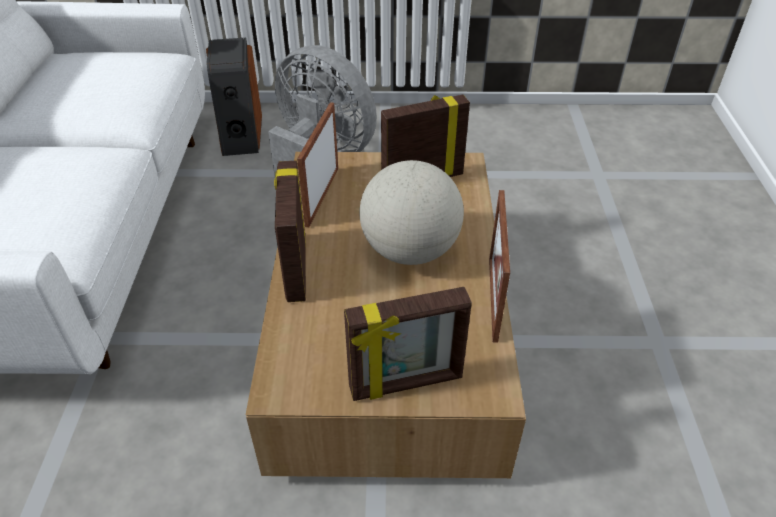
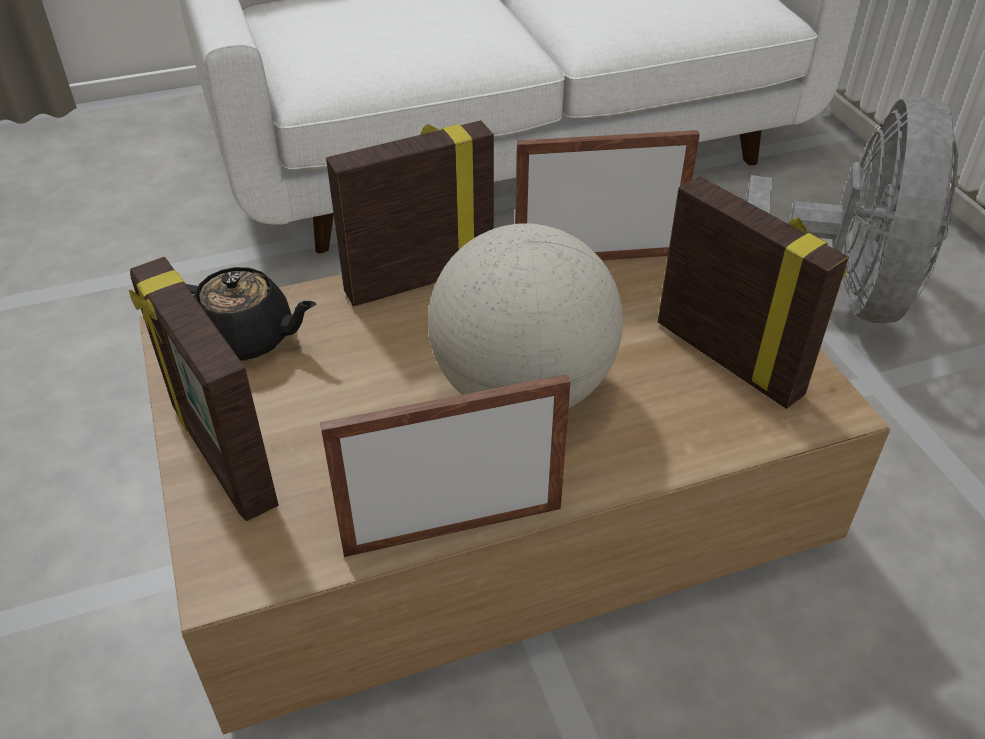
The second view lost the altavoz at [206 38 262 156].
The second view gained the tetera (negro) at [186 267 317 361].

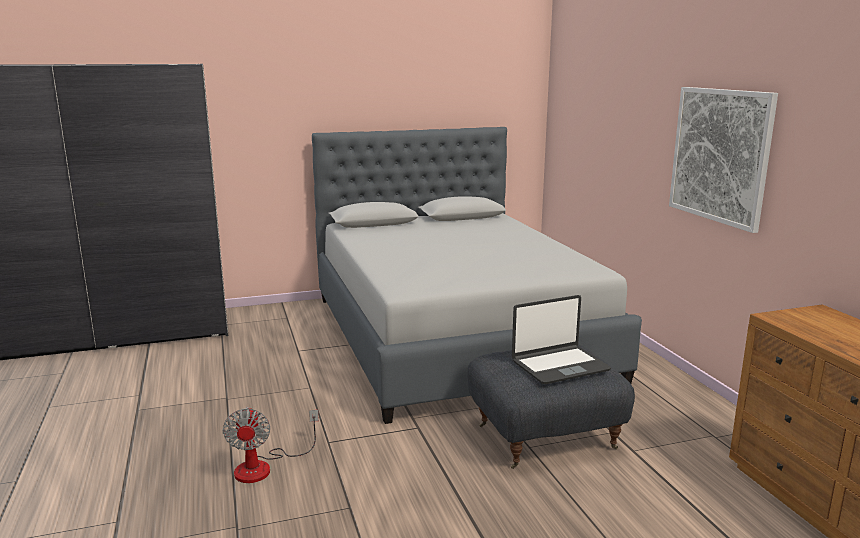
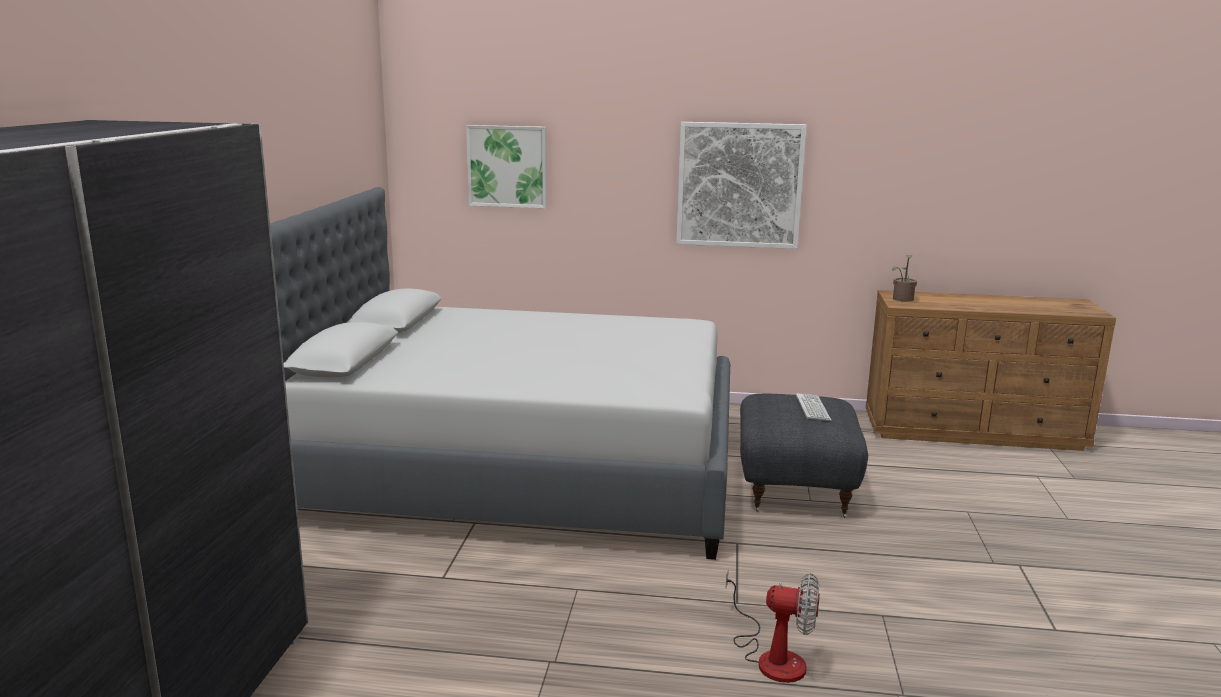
Where the portátil stood at [512 295 611 384], the teclado came to stand at [796 393 831 421].
The second view gained the cuadro at [466 125 547 208].
The second view gained the planta en maceta at [893 255 917 302].

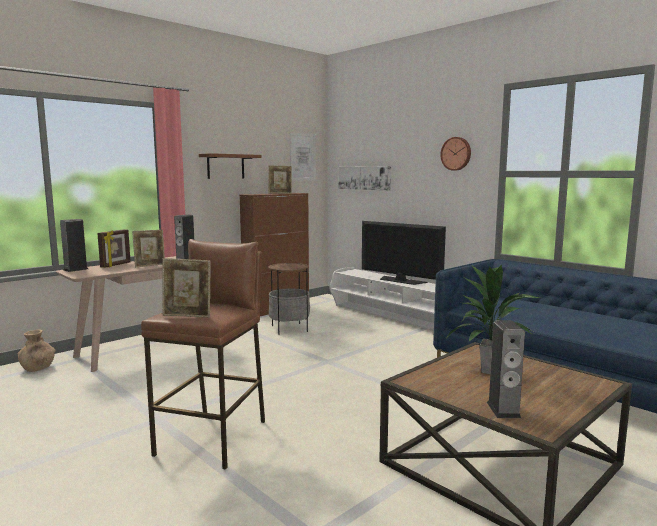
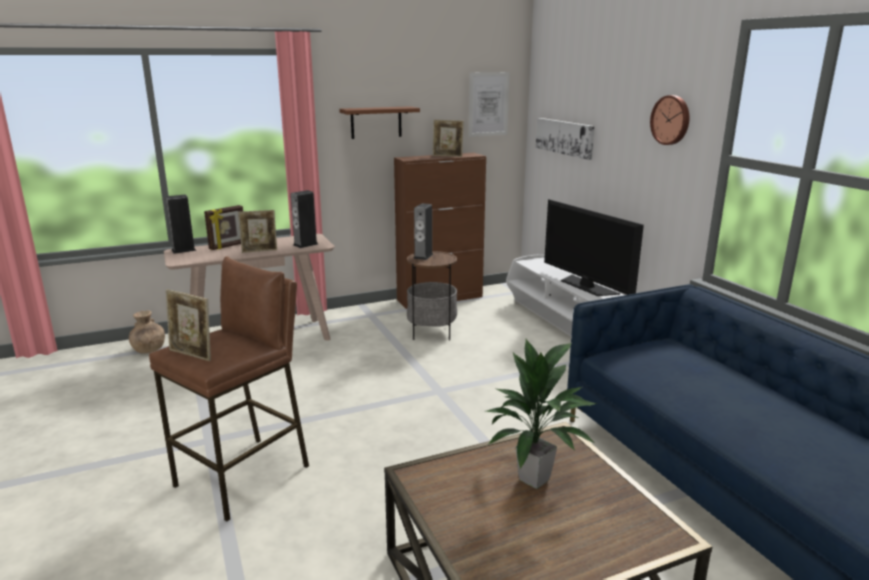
The altavoz ended up elsewhere, having gone from [487 320 525 418] to [413 203 433 260].

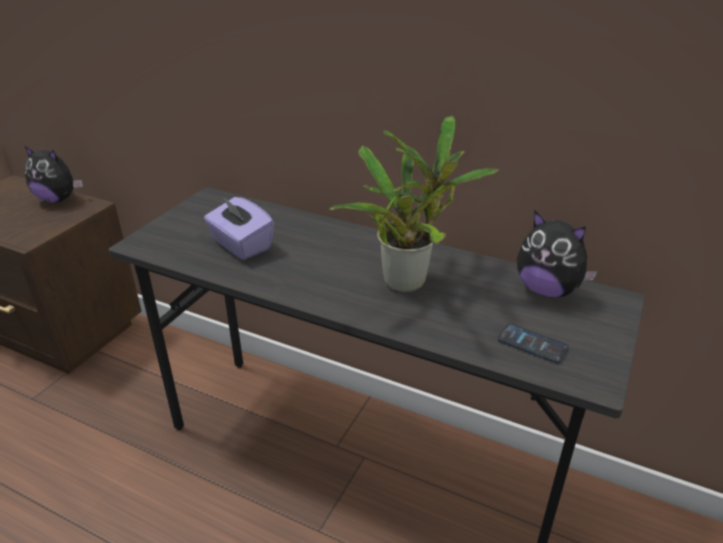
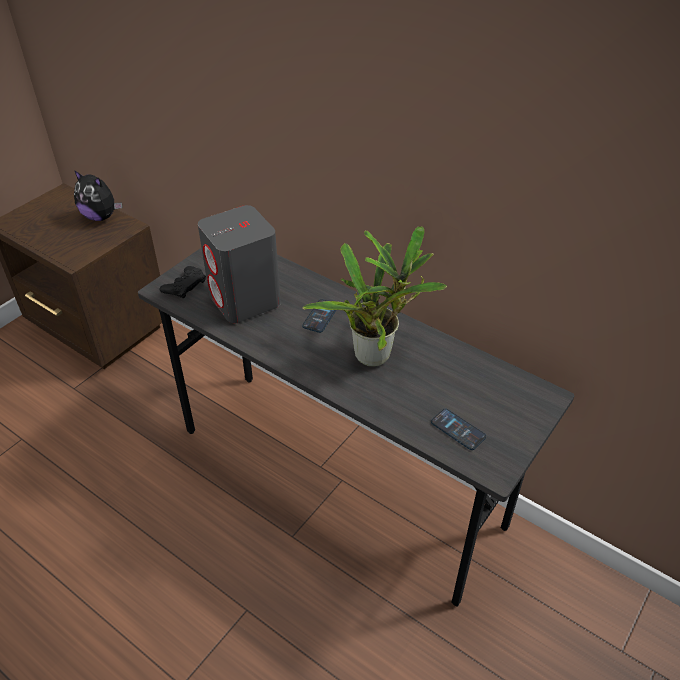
Where the caja de pañuelos (morado) stood at [204 196 274 260], the altavoz (gris) came to stand at [198 205 281 323].
The second view lost the peluche at [517 211 598 297].
The second view gained the mando de consola (negro) at [160 266 206 299].
The second view gained the móvil at [302 299 336 333].

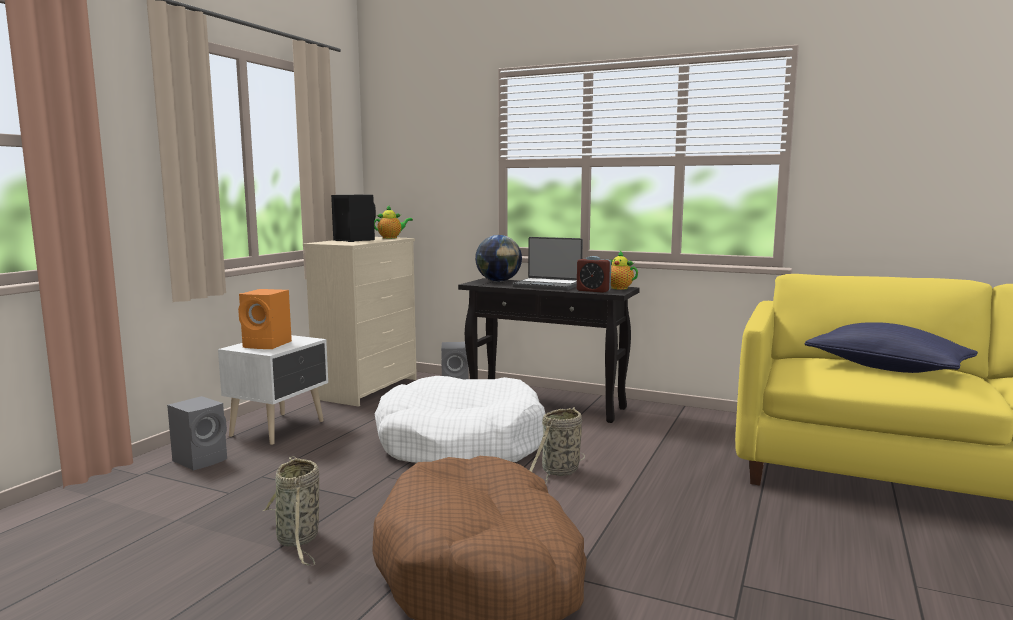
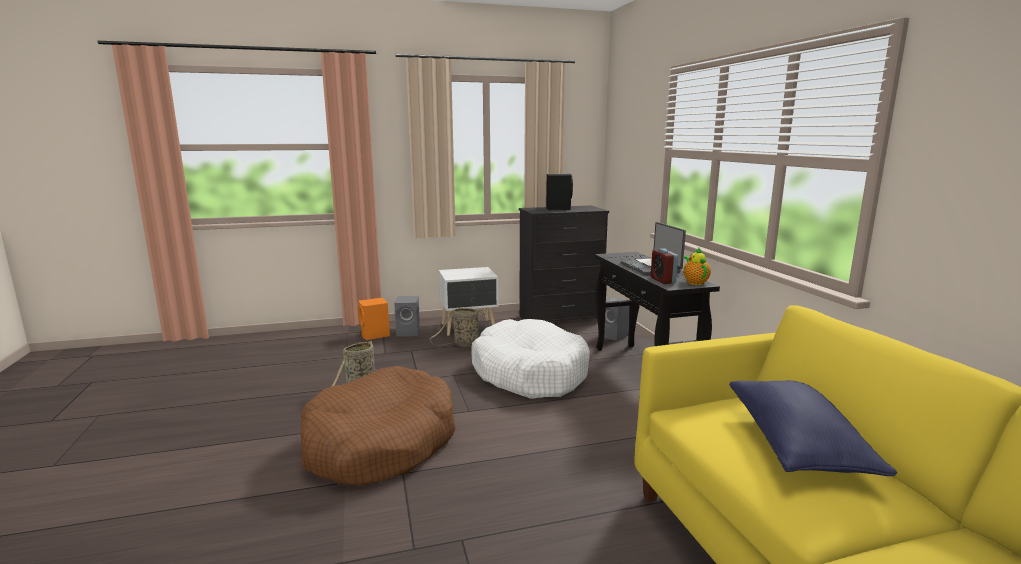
The altavoz (naranja) ended up elsewhere, having gone from [238 289 292 349] to [358 298 390 340].
What was the cómoda (beis) at [303 237 417 407] turned into the cómoda (negro) at [519 205 609 322].
The second view lost the tetera at [374 205 413 239].
The second view lost the globo terráqueo at [475 235 522 282].
The cesta ended up elsewhere, having gone from [529 407 585 484] to [429 308 487 347].

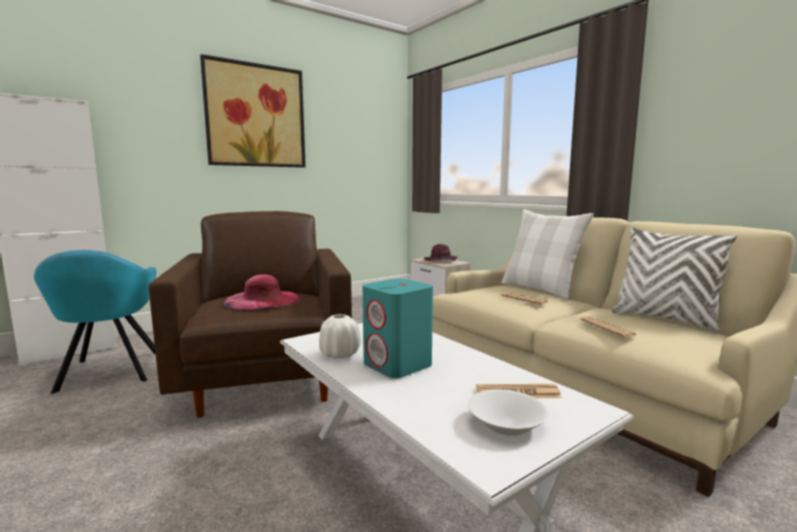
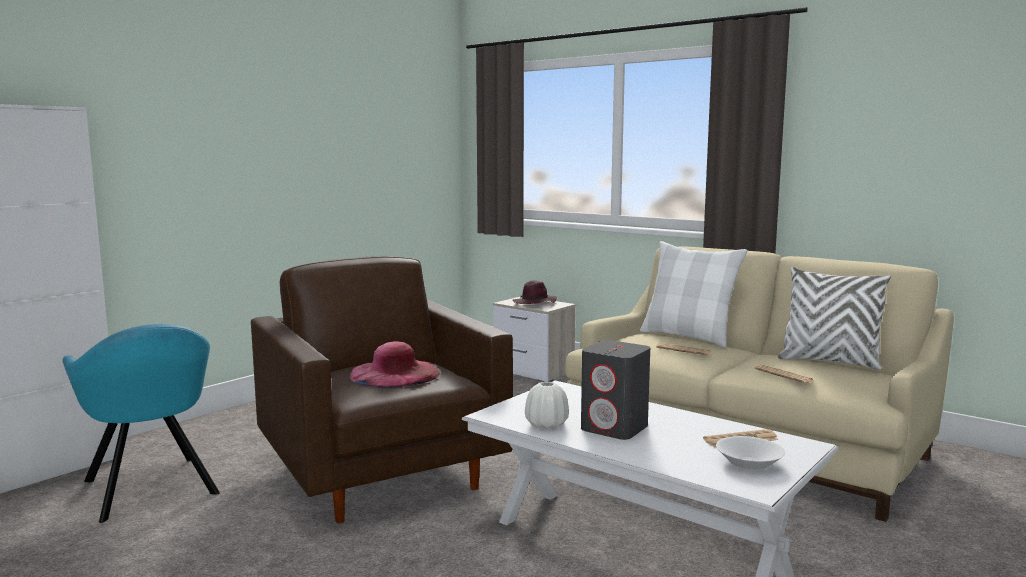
The second view lost the cuadro at [200 54 306 168].
What was the altavoz (turquesa) at [363 278 433 378] turned into the altavoz (gris) at [581 340 650 440].

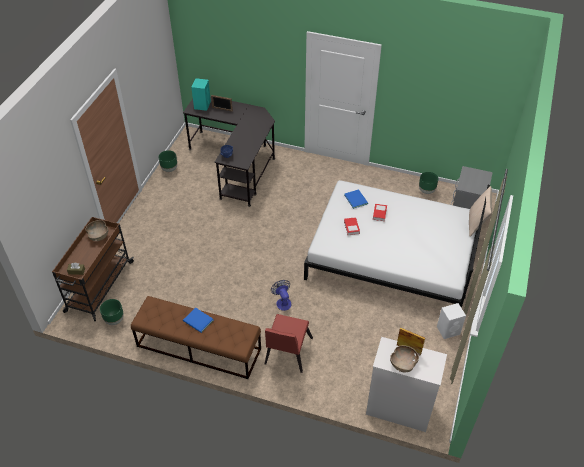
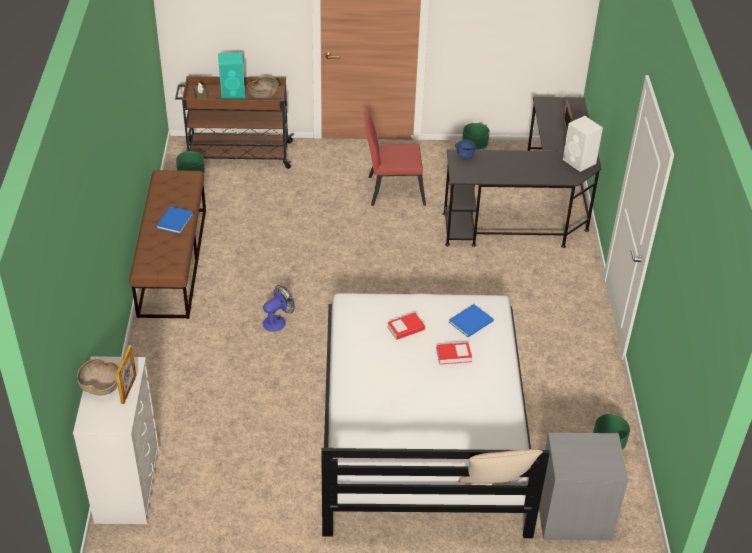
The altavoz (turquesa) ended up elsewhere, having gone from [191 78 211 111] to [218 52 245 100].
The silla (rojo) ended up elsewhere, having gone from [265 314 313 373] to [364 111 426 206].
The altavoz (blanco) ended up elsewhere, having gone from [437 303 466 339] to [563 116 603 172].

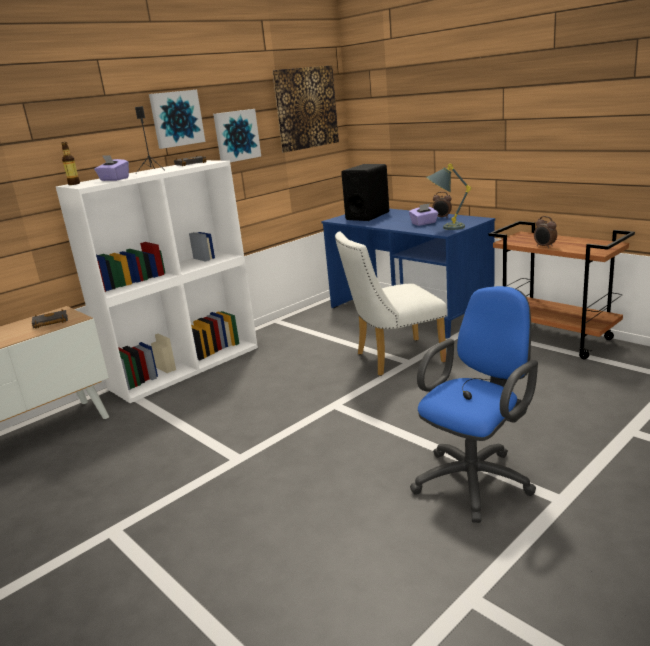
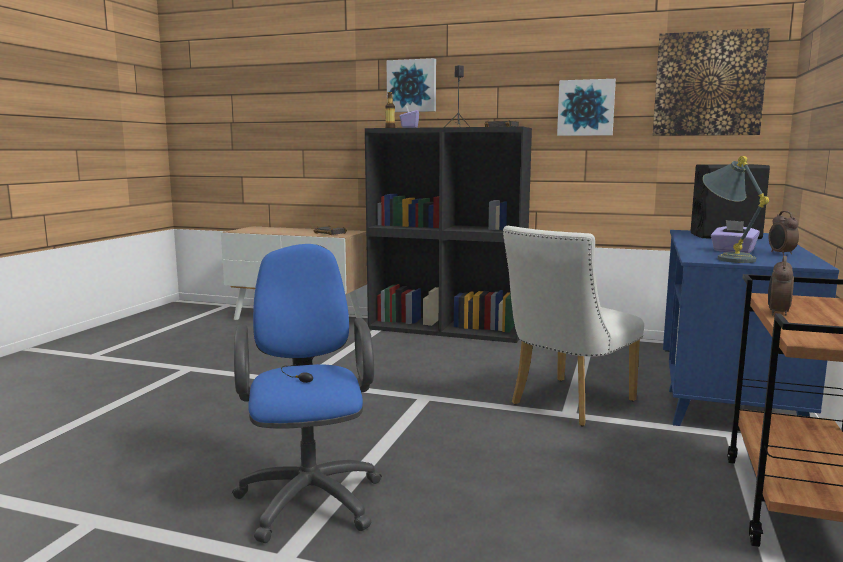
What was the estantería (blanco) at [56 160 258 403] turned into the estantería (negro) at [365 127 532 343].
The cuadro ended up elsewhere, having gone from [149 90 205 149] to [387 58 436 112].
The silla (blanco) at [335 232 447 376] ended up facing another way, 90 degrees counterclockwise from before.
The silla de oficina (azul) at [410 286 538 523] ended up facing another way, 120 degrees counterclockwise from before.

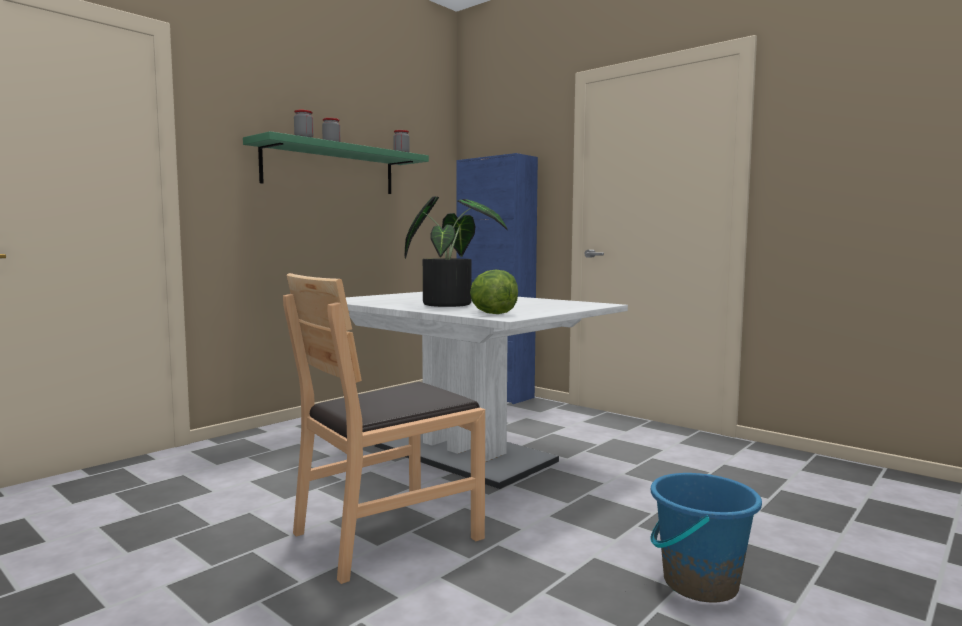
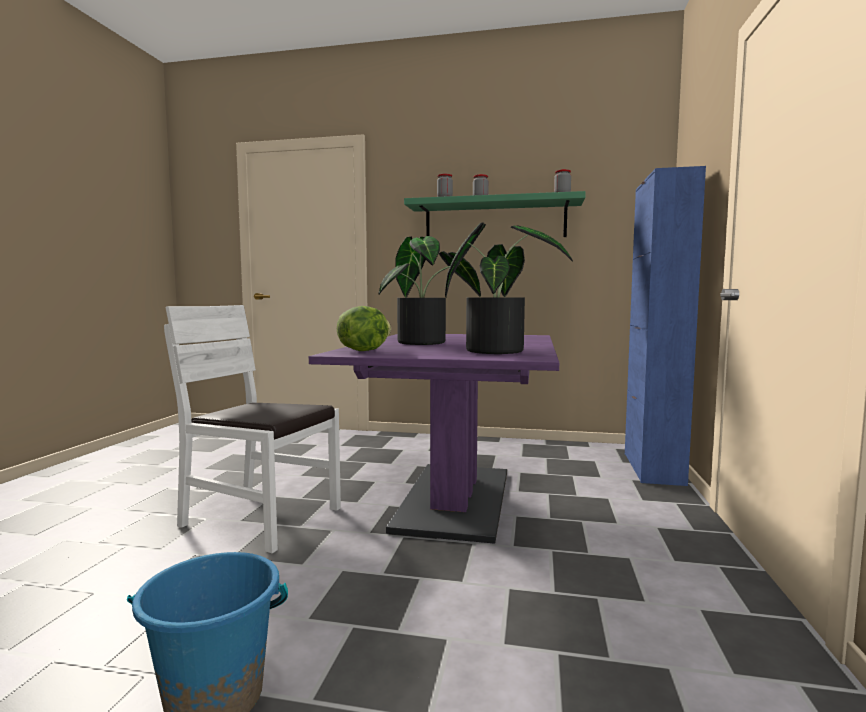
What was the silla (marrón) at [283 273 485 584] turned into the silla (blanco) at [164 305 341 553].
What was the mesa de comedor (blanco) at [346 292 628 489] turned into the mesa de comedor (morado) at [309 334 559 544].
The second view gained the planta en maceta at [445 222 573 354].

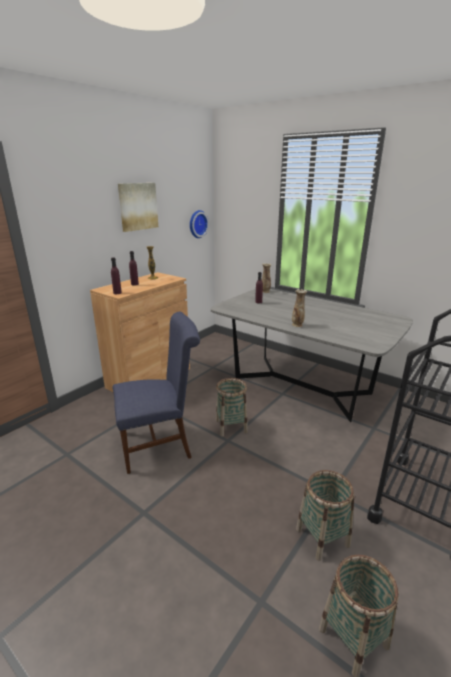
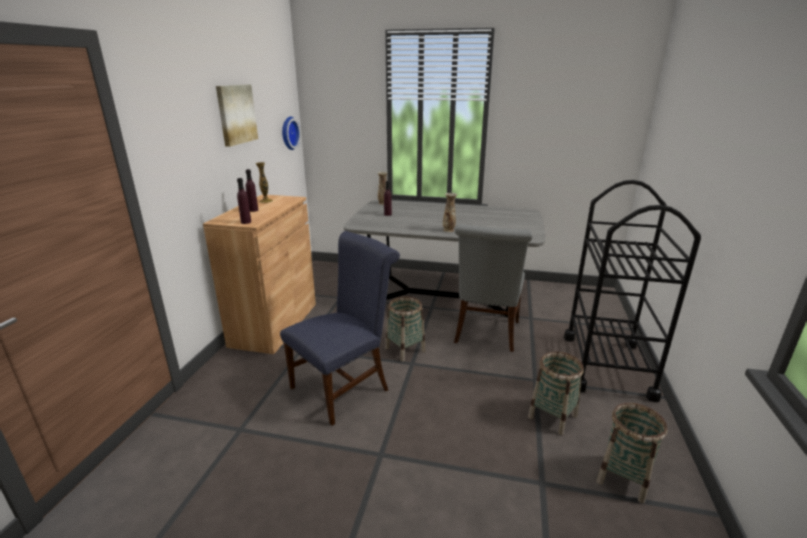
The second view gained the silla (gris) at [454 224 532 352].

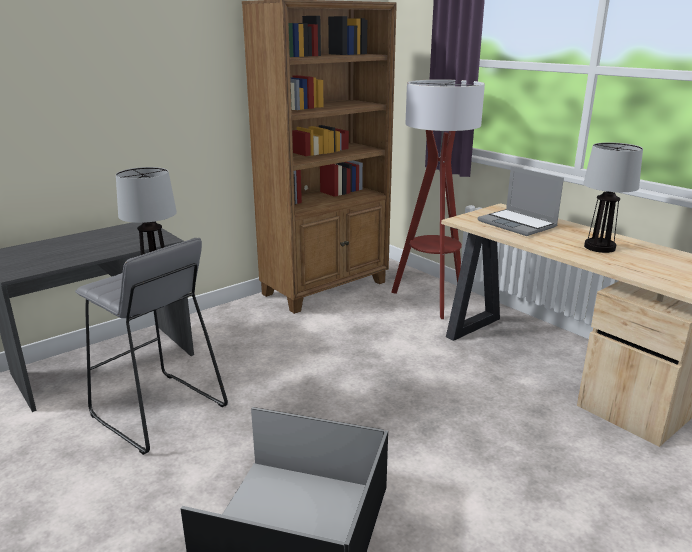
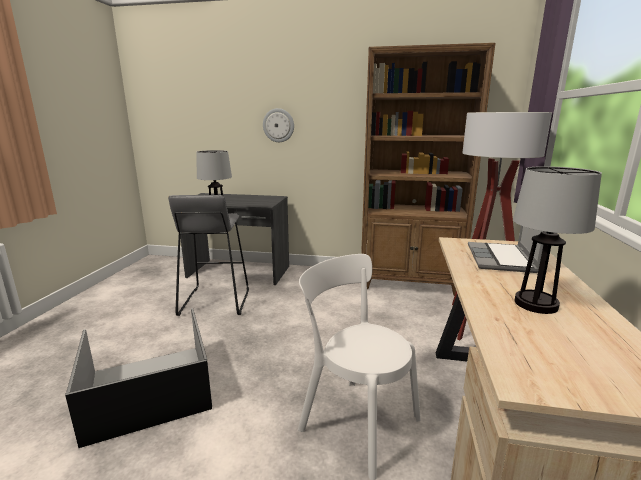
The second view gained the reloj de pared at [263 108 294 142].
The second view gained the silla (blanco) at [298 254 421 480].

